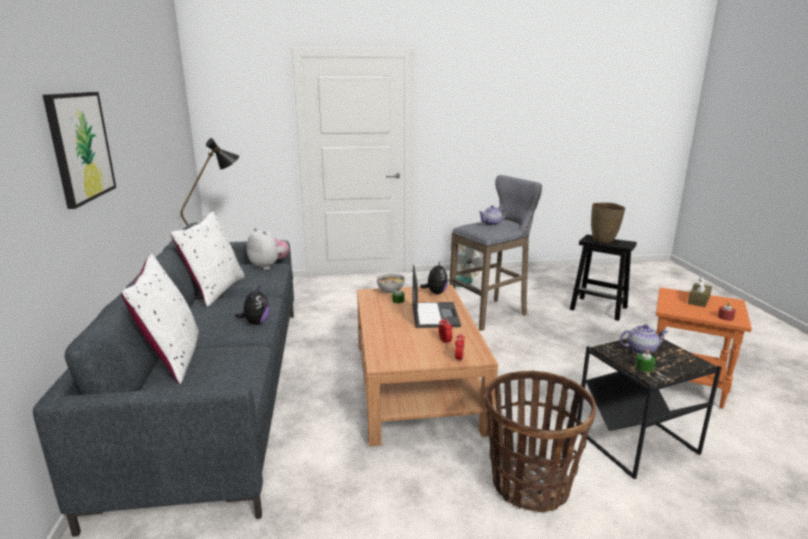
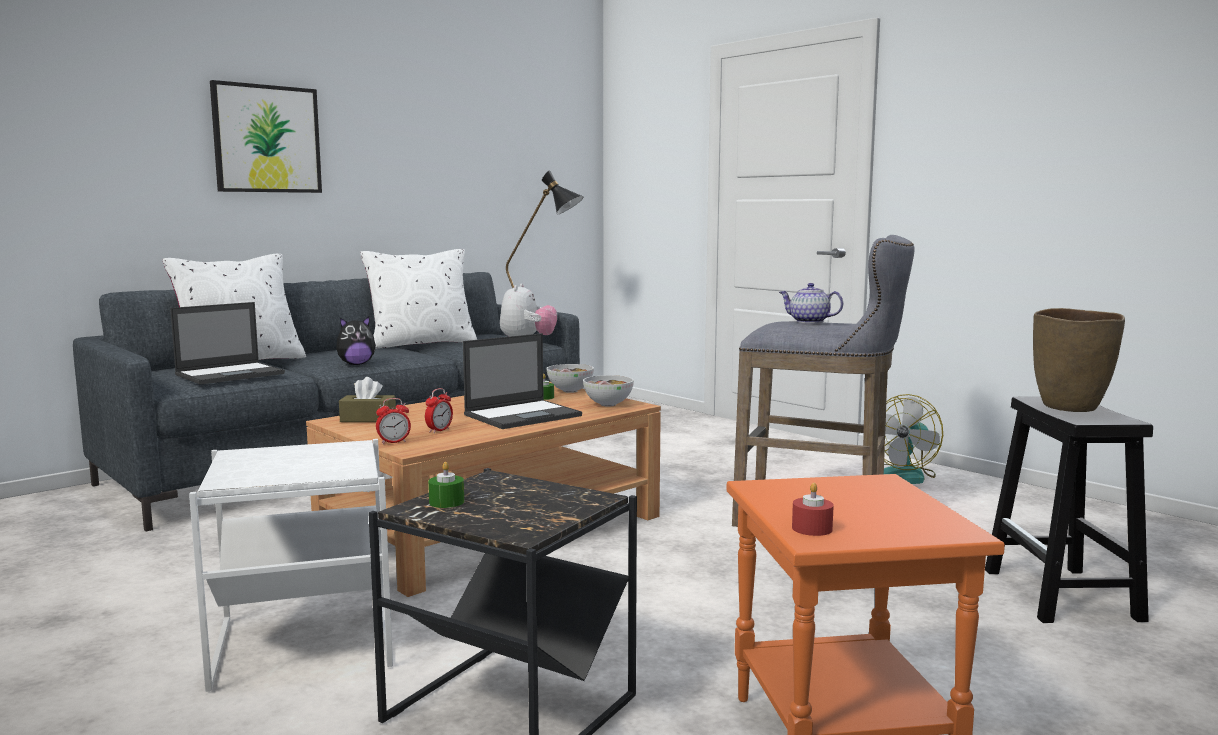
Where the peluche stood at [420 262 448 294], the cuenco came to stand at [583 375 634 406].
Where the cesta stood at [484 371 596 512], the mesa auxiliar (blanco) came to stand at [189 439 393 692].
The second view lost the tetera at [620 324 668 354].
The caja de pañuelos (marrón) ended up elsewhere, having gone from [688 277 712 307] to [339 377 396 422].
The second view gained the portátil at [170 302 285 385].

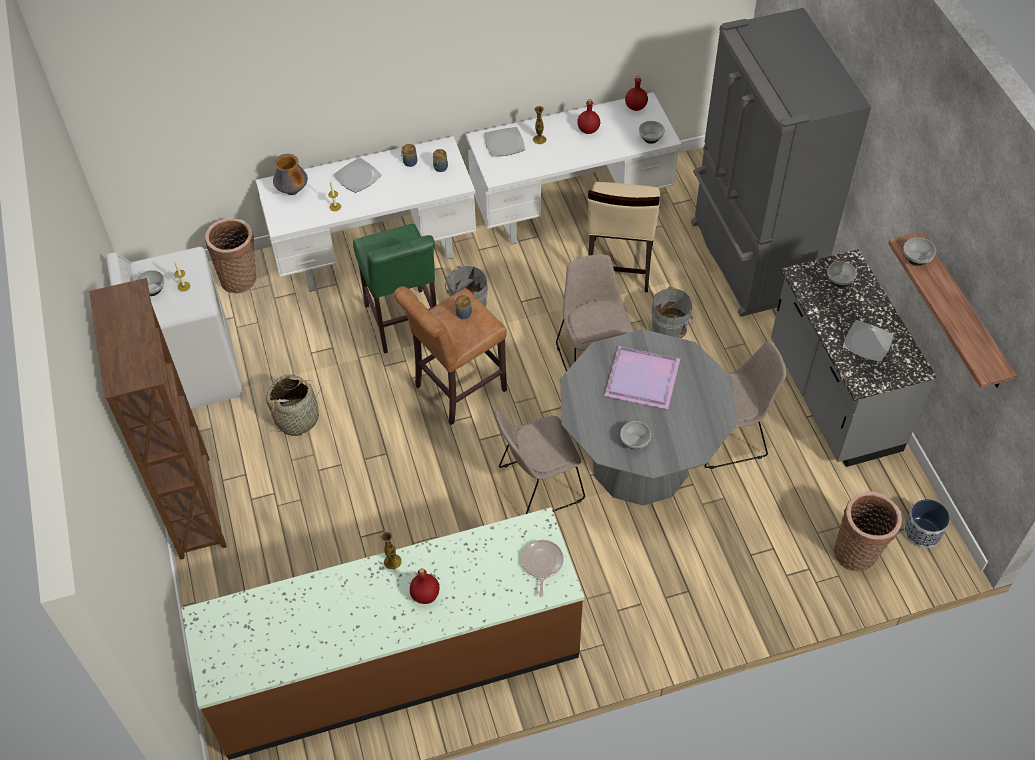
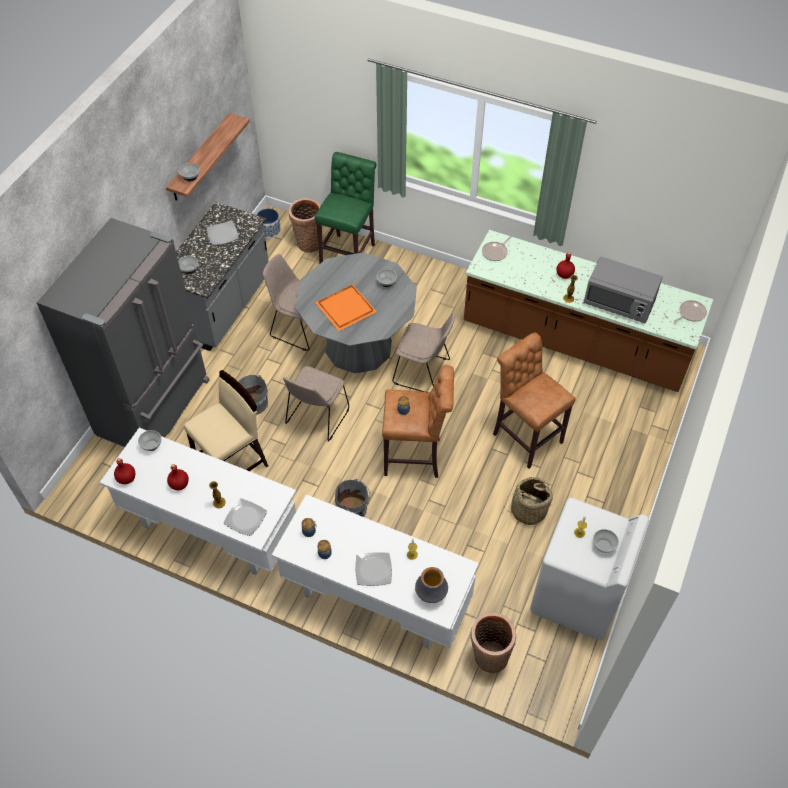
The second view lost the estantería (marrón) at [89 278 227 560].
The taburete (verde) ended up elsewhere, having gone from [353 224 437 354] to [314 152 376 263].
What was the bandeja (morado) at [604 346 680 409] turned into the bandeja (naranja) at [315 284 377 331].
The second view gained the taburete (marrón) at [493 333 576 469].
The second view gained the microondas (gris) at [584 256 663 323].
The second view gained the sartén at [674 300 707 323].

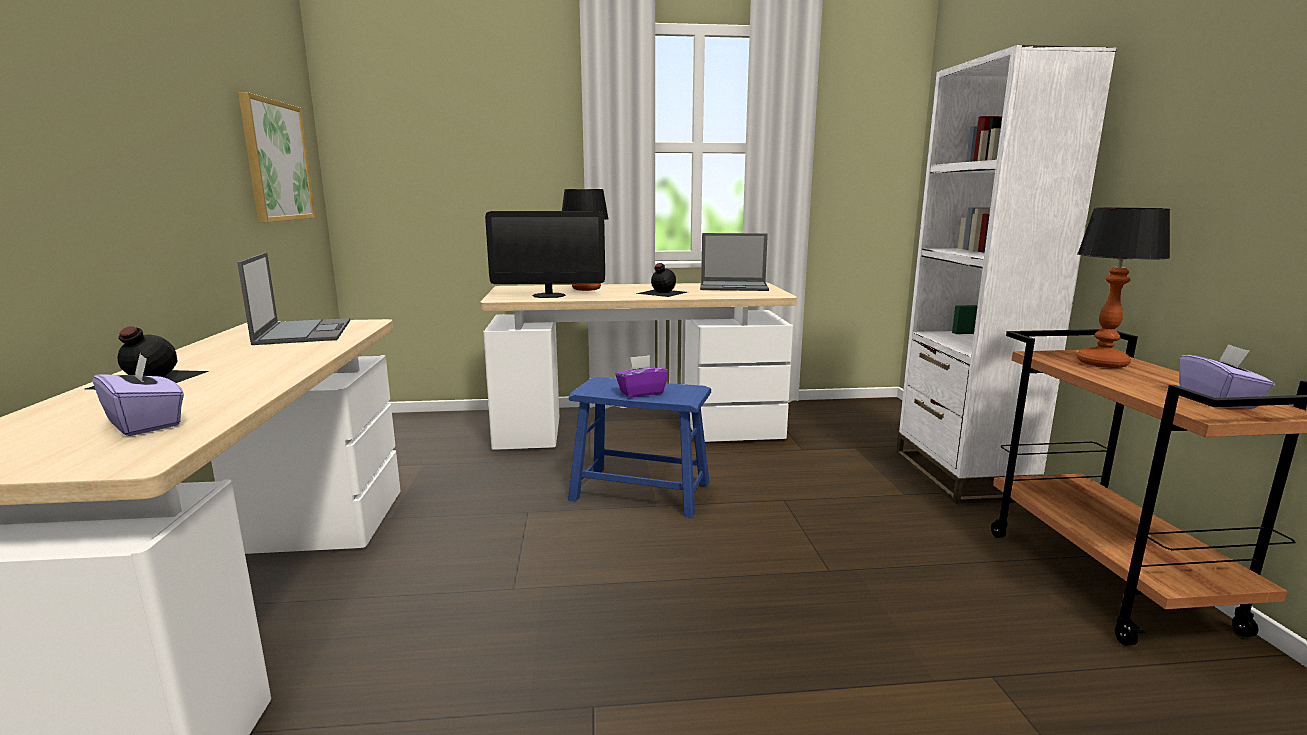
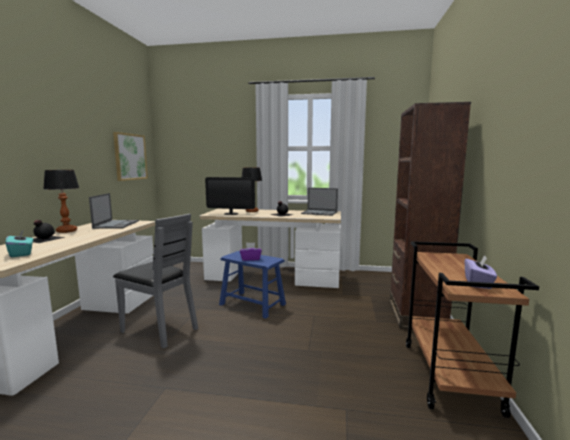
What was the caja de pañuelos (morado) at [92 354 184 436] turned into the caja de pañuelos (turquesa) at [5 229 33 258].
What was the estantería (blanco) at [896 45 1117 504] turned into the estantería (marrón) at [390 102 471 329].
The lámpara de mesa ended up elsewhere, having gone from [1077 208 1170 368] to [43 170 79 233].
The second view gained the silla (gris) at [113 213 198 349].

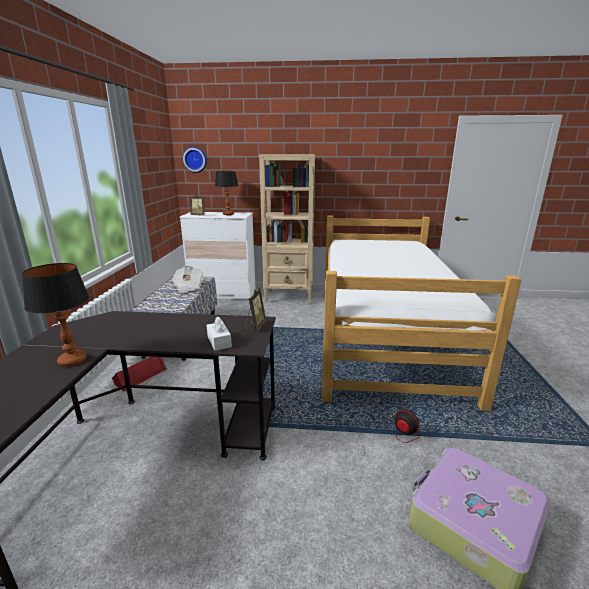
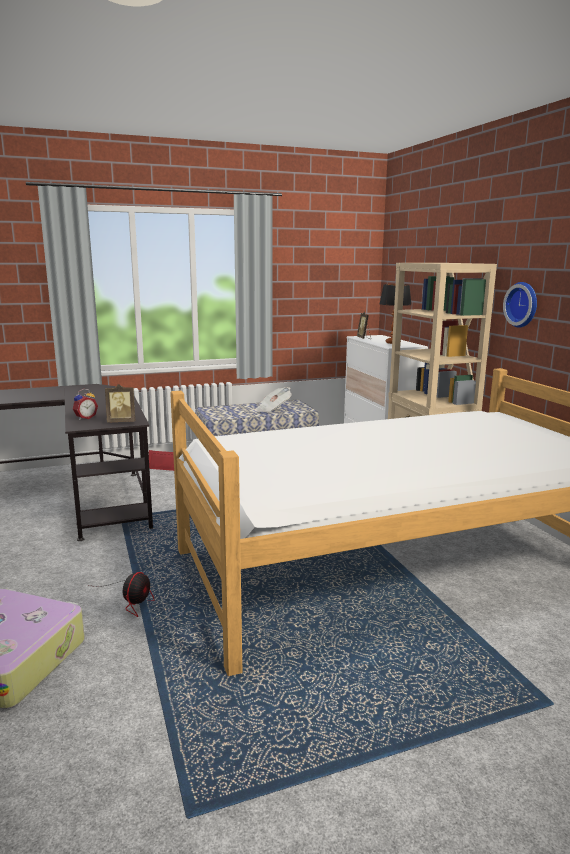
The second view lost the lámpara de mesa at [22 263 89 366].
The reloj de pared ended up elsewhere, having gone from [183 147 207 173] to [503 282 537 328].
Where the caja de pañuelos (blanco) stood at [207 317 232 351], the despertador came to stand at [73 389 98 420].

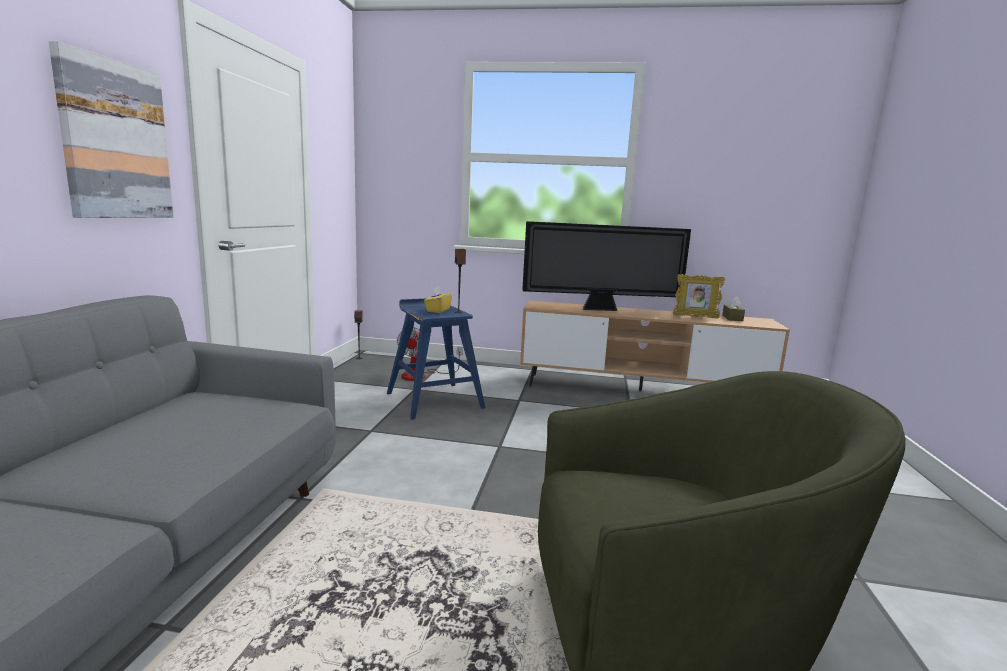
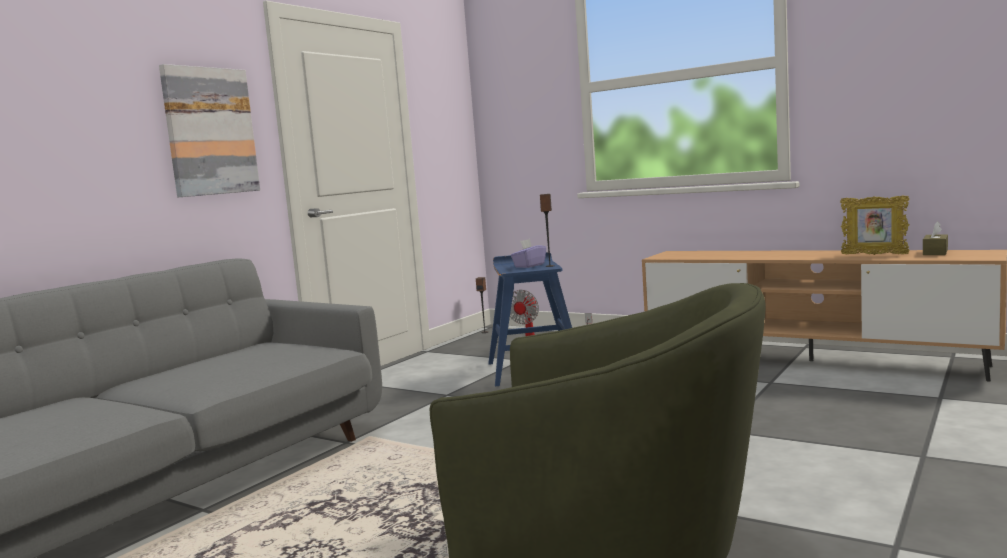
What was the caja de pañuelos (amarillo) at [424 286 452 313] turned into the caja de pañuelos (morado) at [511 239 546 268].
The second view lost the televisor at [522 221 691 311].

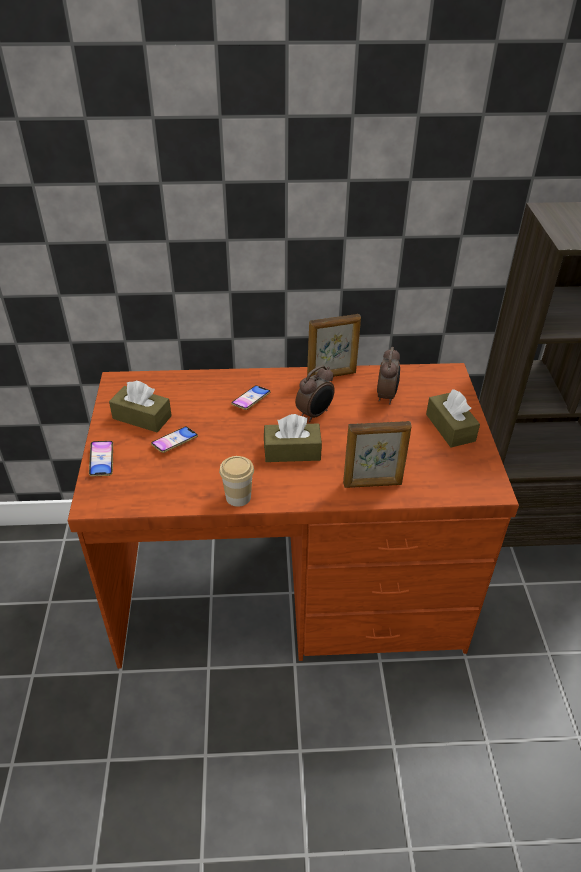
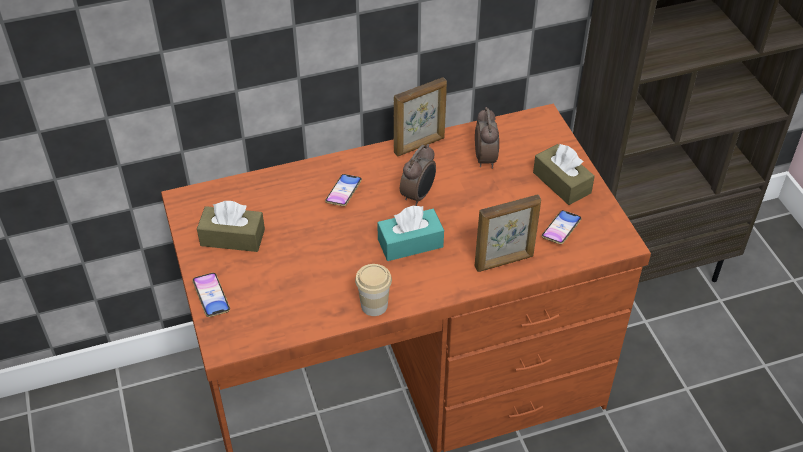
The móvil ended up elsewhere, having gone from [151 427 198 453] to [542 210 582 244].
What was the caja de pañuelos (marrón) at [264 414 322 462] turned into the caja de pañuelos (turquesa) at [377 206 444 261].

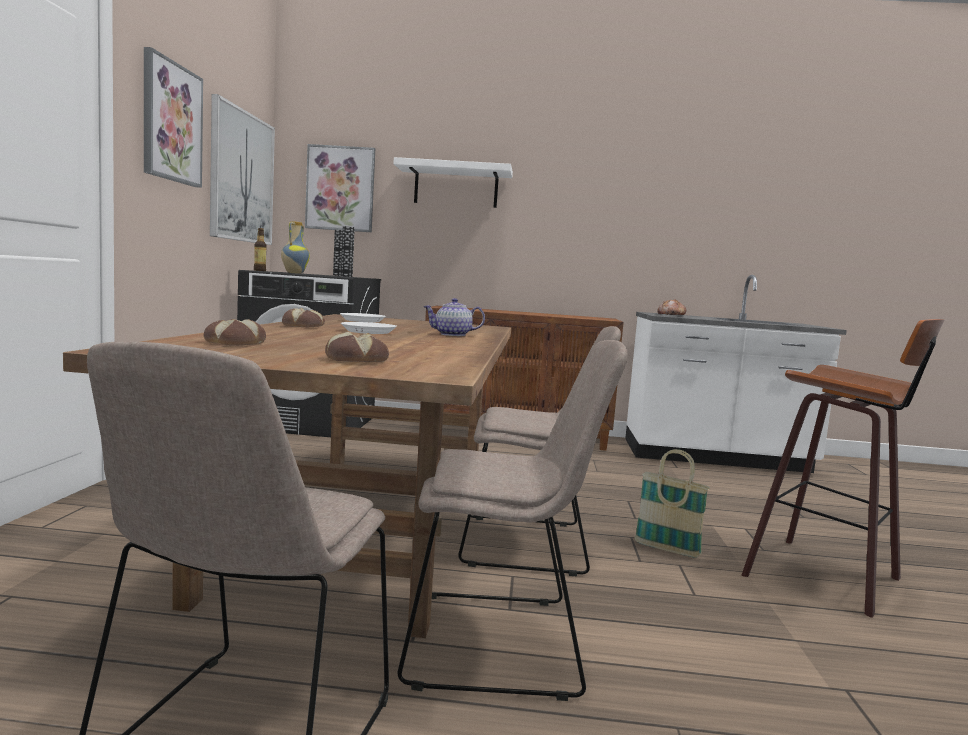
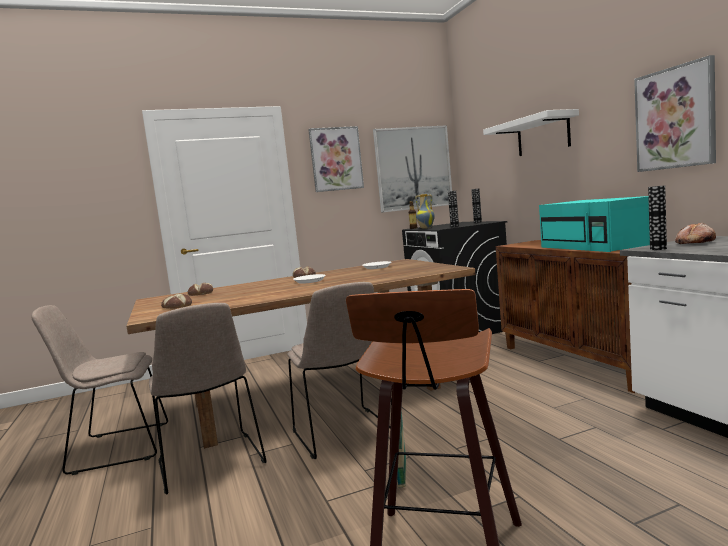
The cuadro ended up elsewhere, having gone from [305 144 375 232] to [634 55 716 172].
The second view lost the tetera at [424 298 485 336].
The second view gained the microondas (turquesa) at [539 196 650 252].
The second view gained the florero at [648 185 667 250].

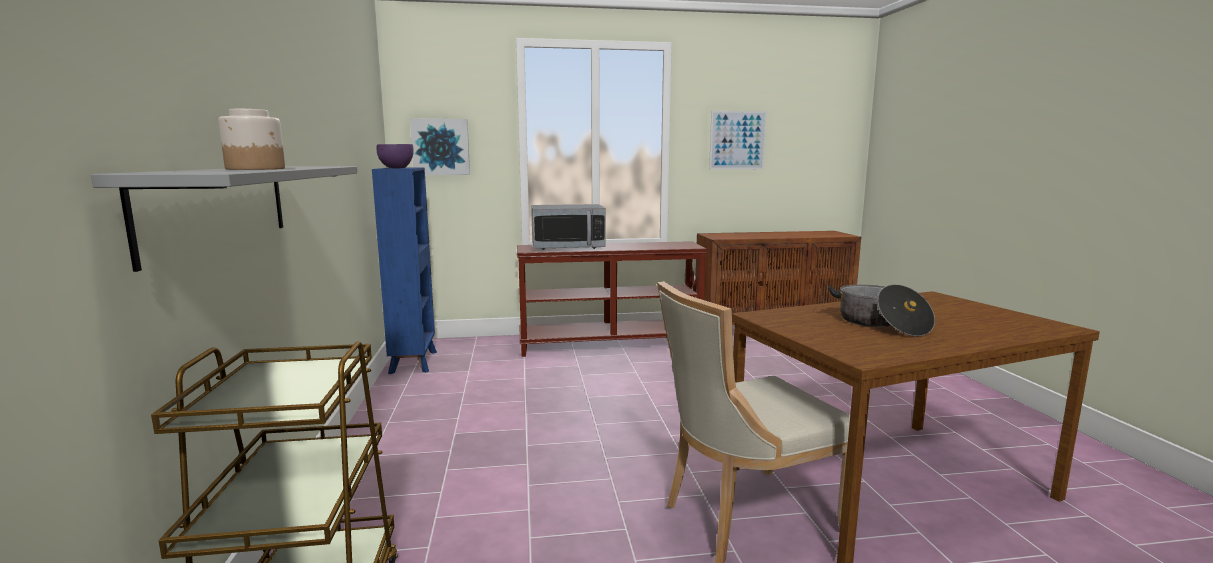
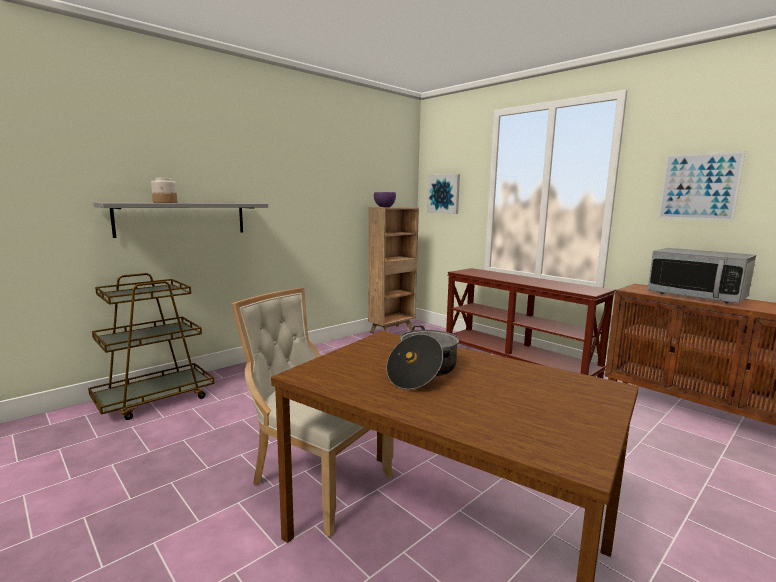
What was the estantería (azul) at [372 168 437 374] turned into the estantería (marrón) at [368 207 419 333].
The microondas ended up elsewhere, having gone from [531 204 606 250] to [648 248 756 303].

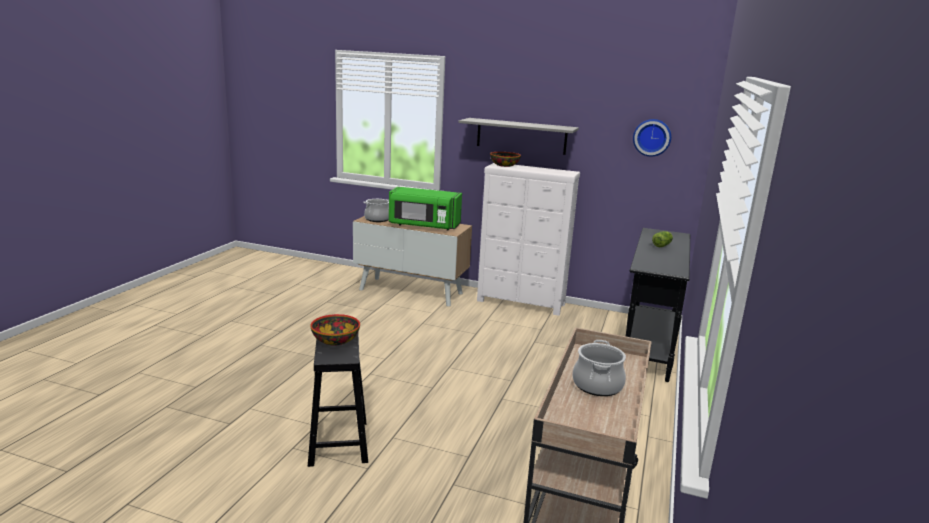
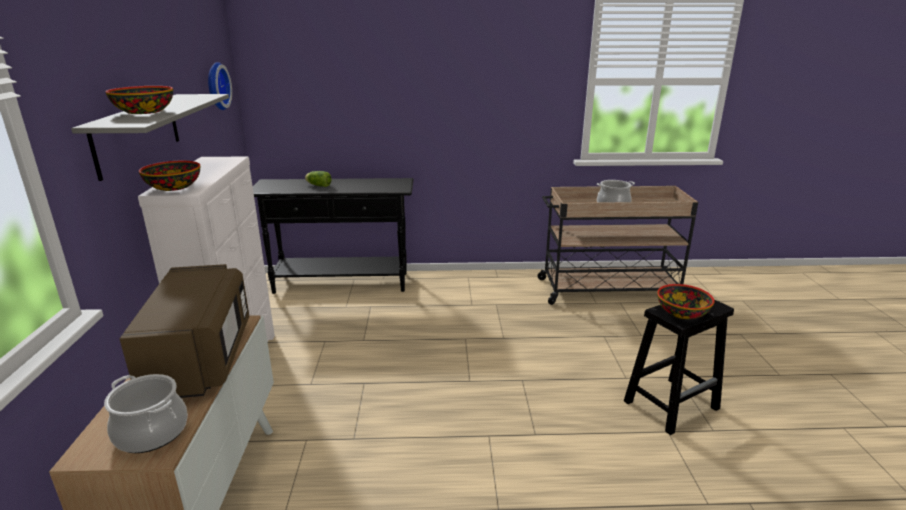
What was the microondas (verde) at [389 187 462 231] turned into the microondas (marrón) at [120 264 249 398].
The second view gained the cuenco at [105 86 173 114].

